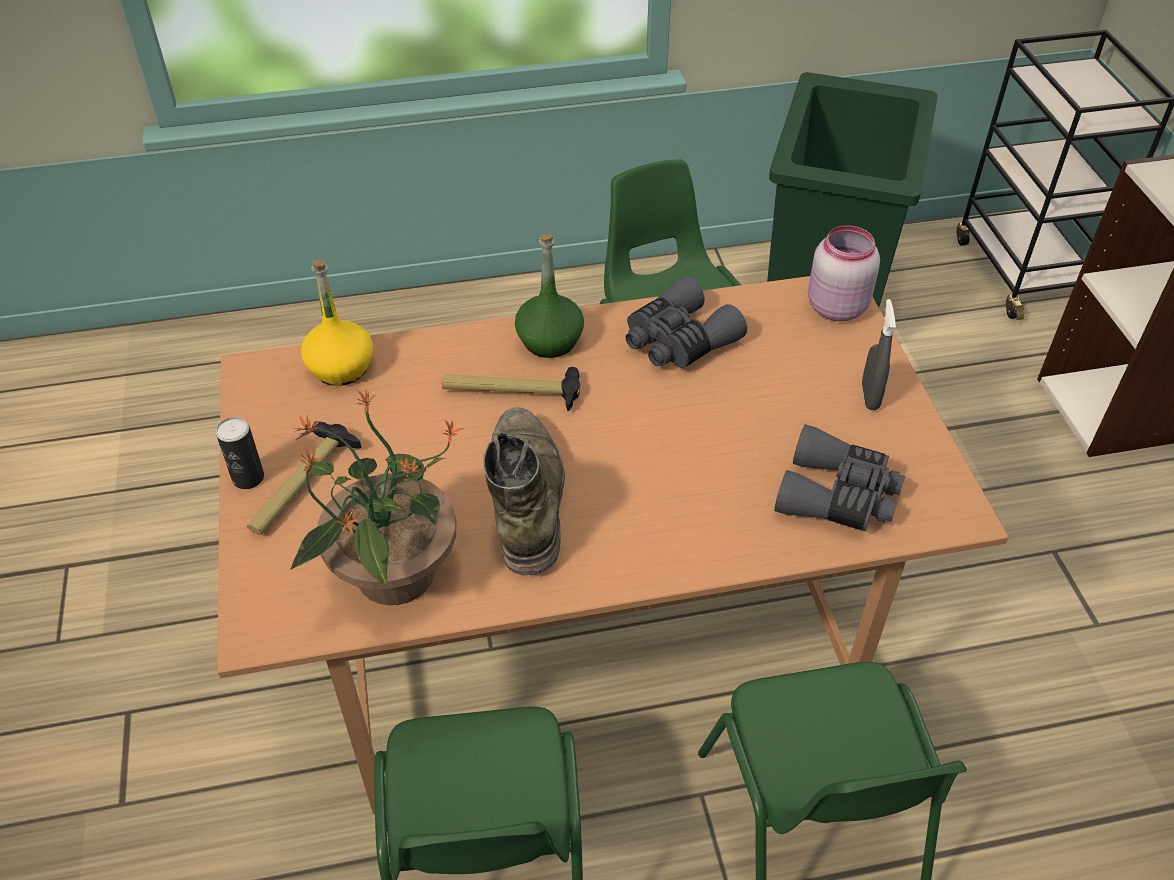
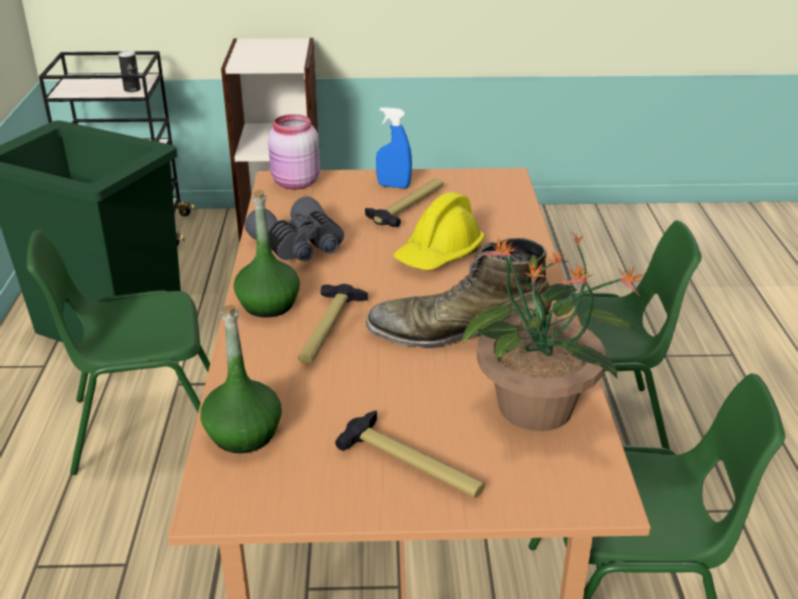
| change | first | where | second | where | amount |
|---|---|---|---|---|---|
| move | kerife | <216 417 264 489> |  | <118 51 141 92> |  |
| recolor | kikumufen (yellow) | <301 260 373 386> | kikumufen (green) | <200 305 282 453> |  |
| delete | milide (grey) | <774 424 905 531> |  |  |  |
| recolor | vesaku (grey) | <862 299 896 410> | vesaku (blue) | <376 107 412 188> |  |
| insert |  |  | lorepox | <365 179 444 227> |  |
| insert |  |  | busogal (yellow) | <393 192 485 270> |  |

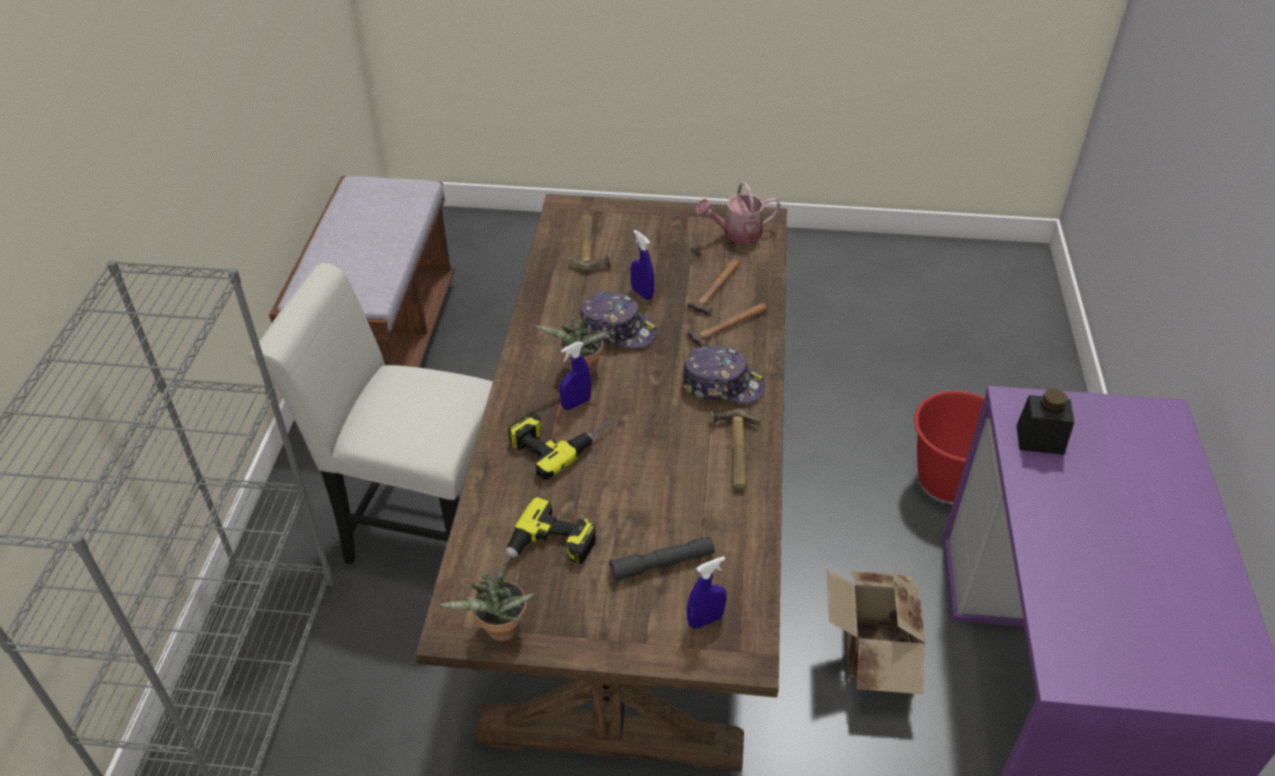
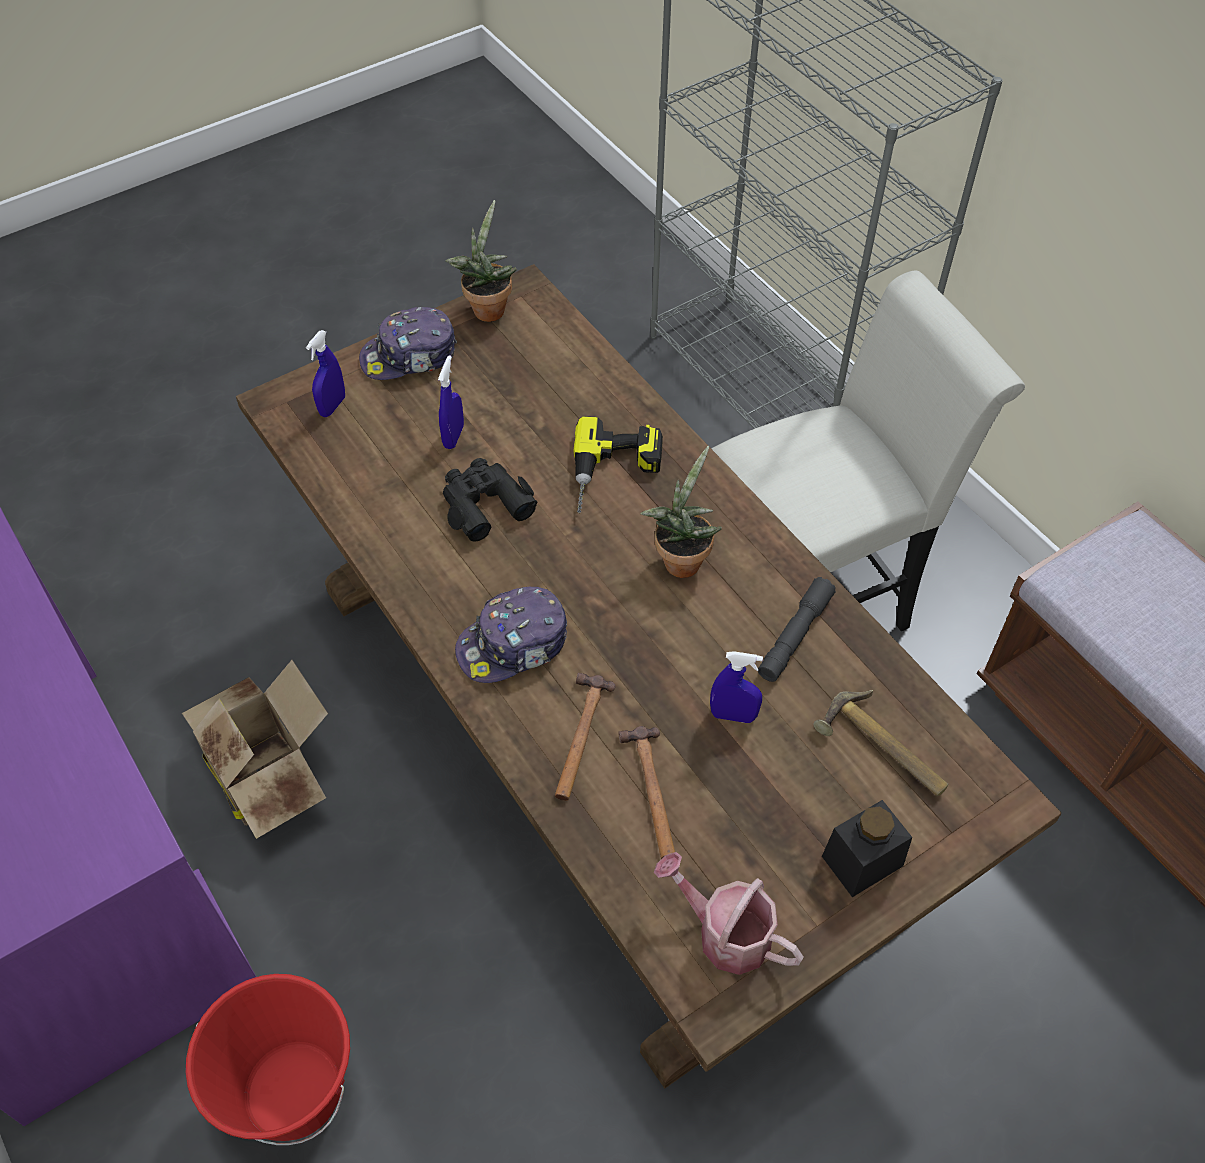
| change | first | where | second | where | amount |
|---|---|---|---|---|---|
| delete | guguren | <493 497 596 580> |  |  |  |
| move | vesaku (blue) | <560 342 591 410> |  | <438 355 464 449> |  |
| move | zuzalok | <580 292 657 349> |  | <359 307 457 380> |  |
| move | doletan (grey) | <609 537 714 581> |  | <758 577 836 682> |  |
| rotate | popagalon | <696 182 781 243> |  | <654 852 804 975> | 90 degrees counterclockwise |
| delete | lorepox | <709 409 760 489> |  |  |  |
| move | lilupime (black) | <1017 389 1074 455> |  | <822 800 912 897> |  |
| insert |  |  | milide (black) | <443 458 537 542> |  |

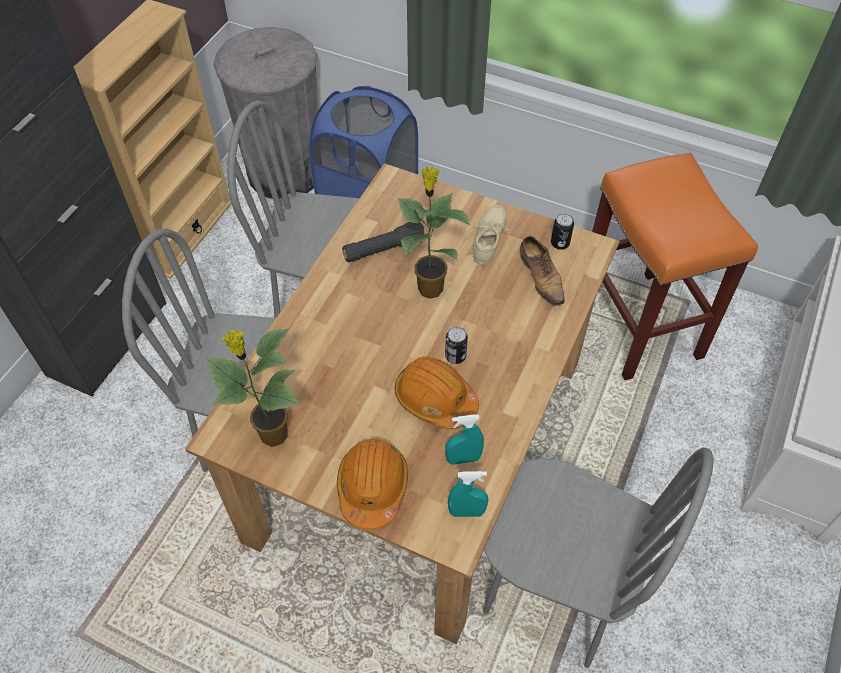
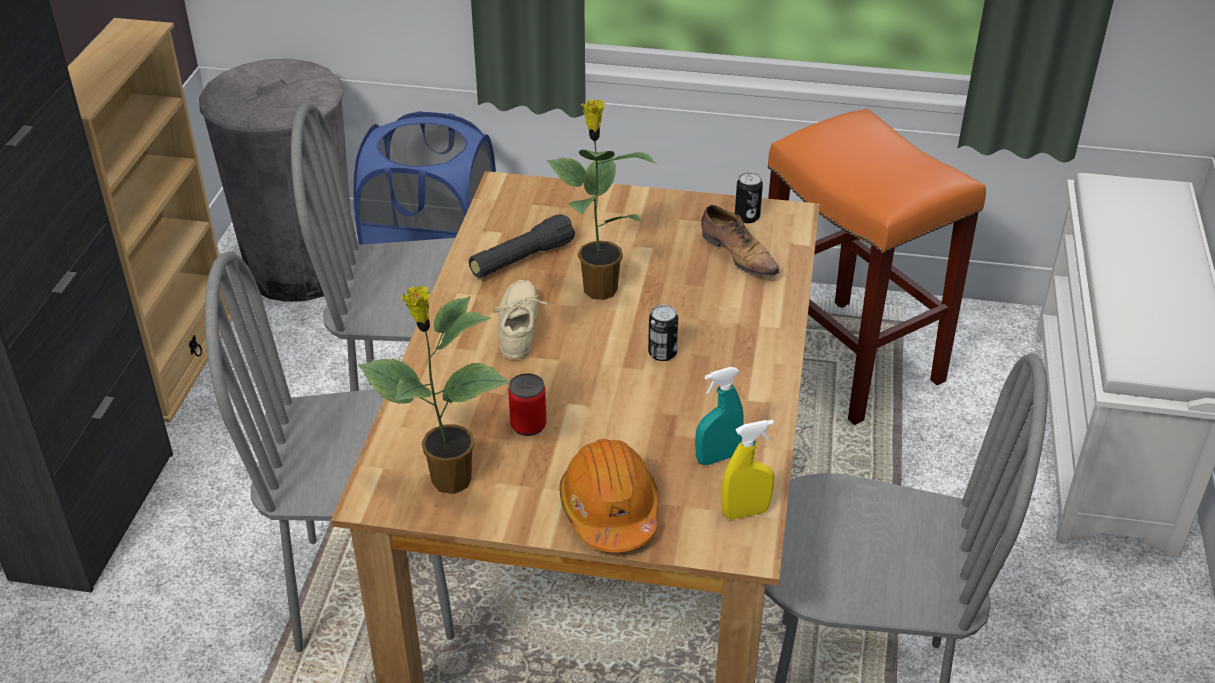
| change | first | where | second | where | amount |
|---|---|---|---|---|---|
| delete | busogal (orange) | <394 357 479 429> |  |  |  |
| recolor | vesaku (turquoise) | <448 471 489 517> | vesaku (yellow) | <721 420 774 519> |  |
| move | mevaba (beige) | <473 205 511 265> |  | <493 280 549 360> |  |
| insert |  |  | kerife | <508 373 546 436> |  |

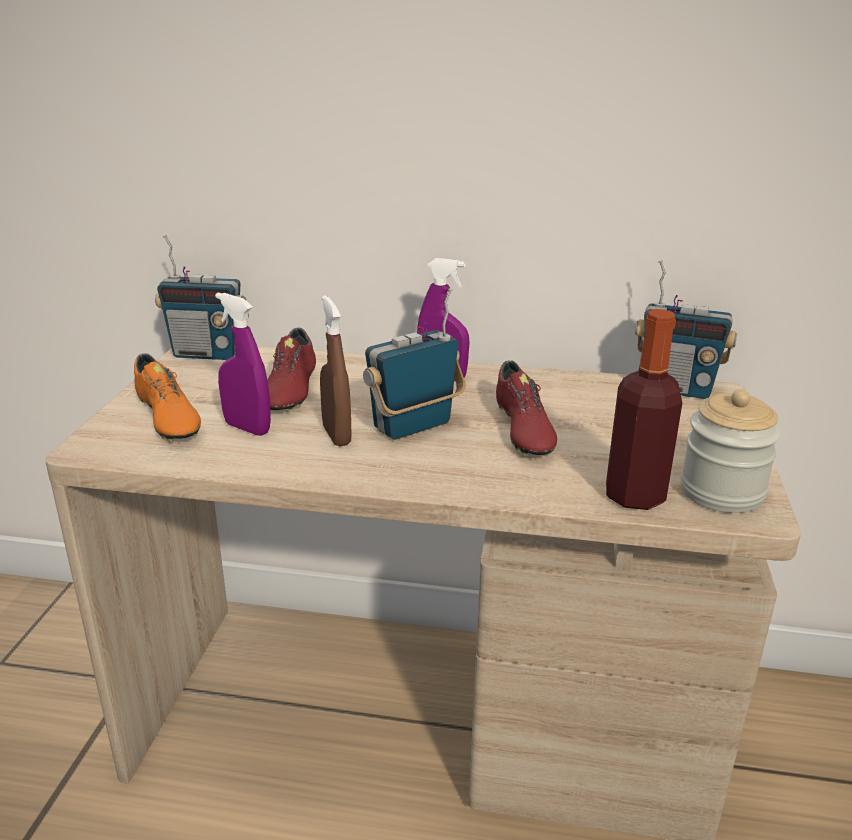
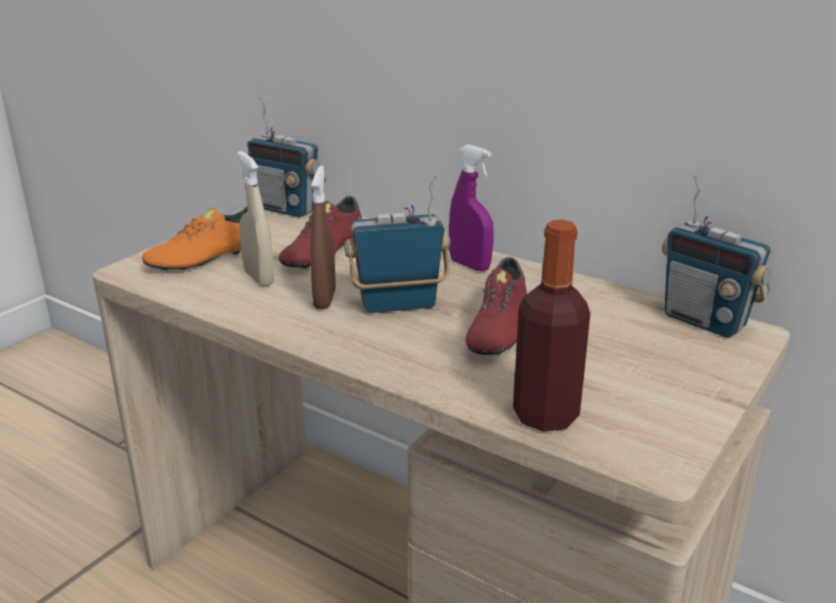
| change | first | where | second | where | amount |
|---|---|---|---|---|---|
| rotate | mevaba (orange) | <134 353 201 441> |  | <142 207 247 272> | 60 degrees clockwise |
| recolor | vesaku (purple) | <215 292 271 436> | vesaku (beige) | <237 151 274 287> |  |
| delete | lilupime | <680 390 781 513> |  |  |  |

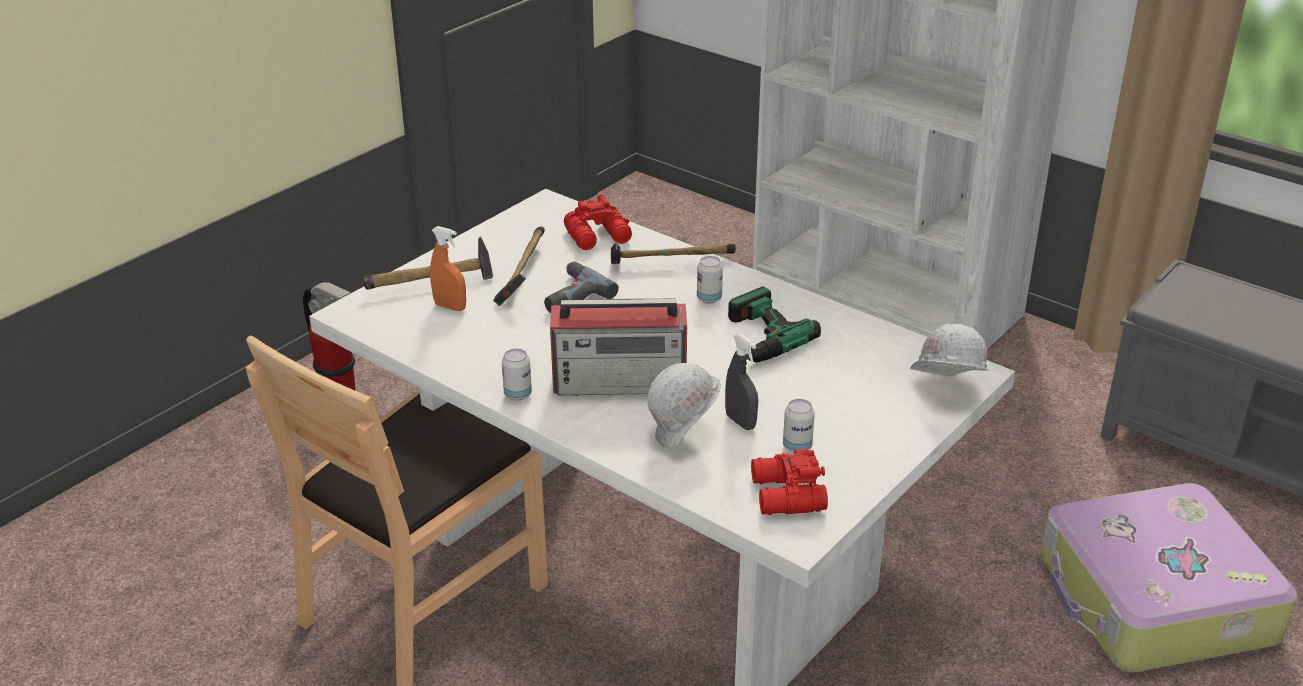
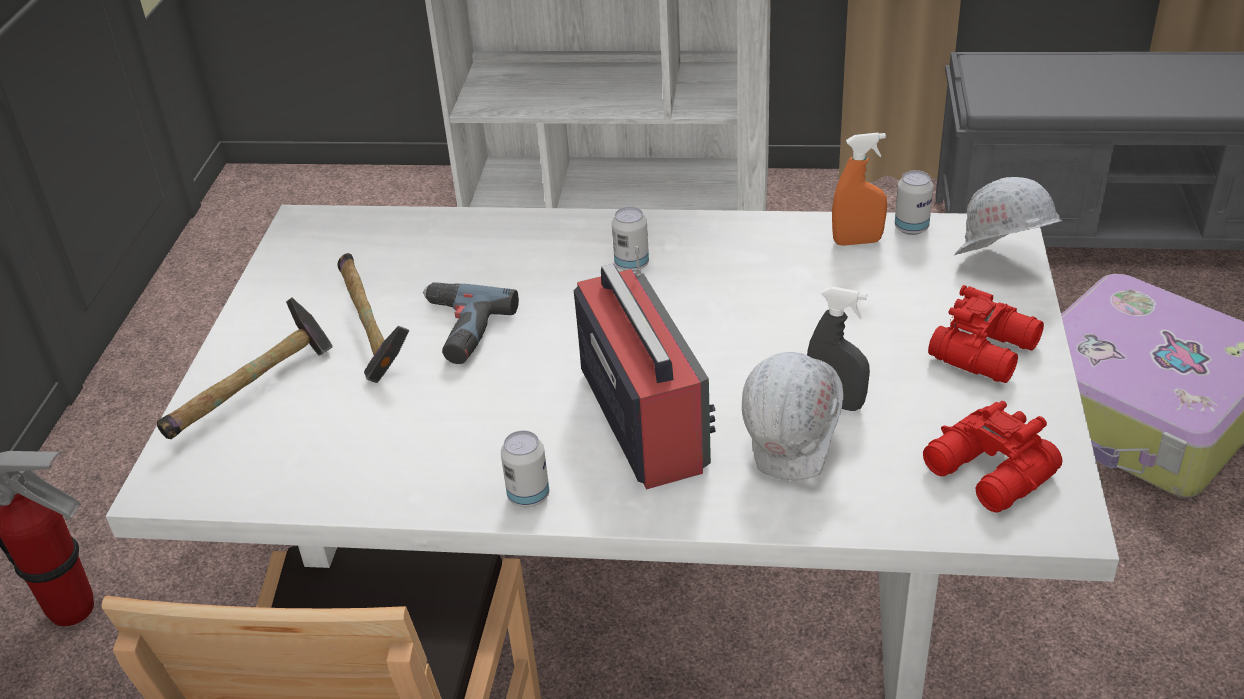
| change | first | where | second | where | amount |
|---|---|---|---|---|---|
| move | vesaku (orange) | <430 226 466 311> |  | <832 133 887 246> |  |
| rotate | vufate | <550 299 687 396> |  | <574 246 716 490> | 75 degrees counterclockwise |
| move | milide (red) | <564 195 632 250> |  | <928 285 1044 383> |  |
| delete | lorepox | <611 243 736 264> |  |  |  |
| delete | guguren | <728 286 821 363> |  |  |  |
| move | kerife | <783 399 815 453> |  | <895 170 933 235> |  |

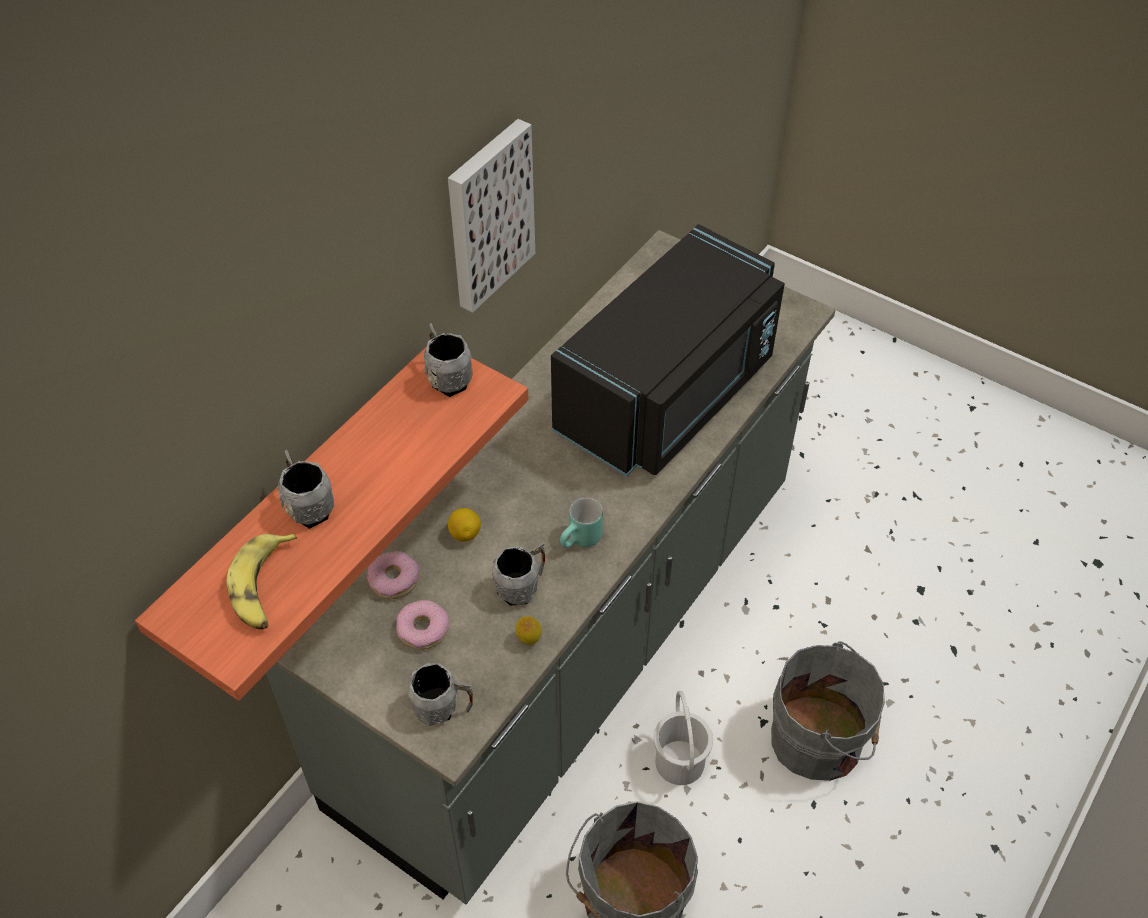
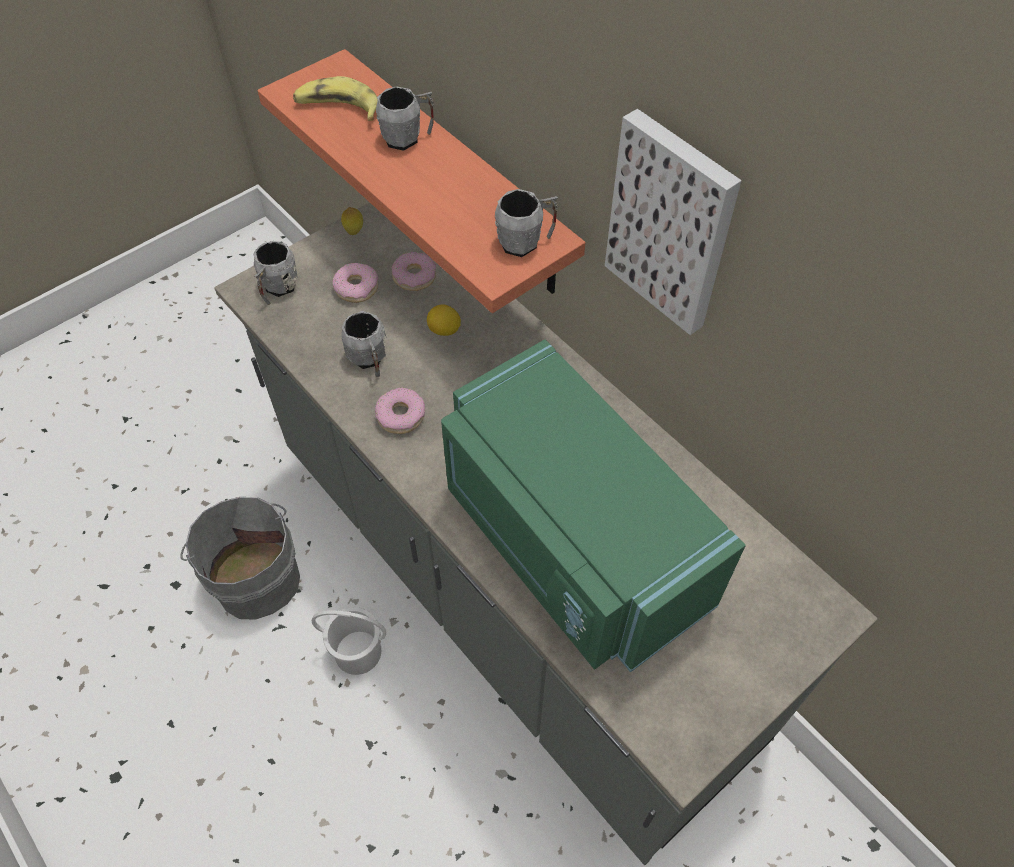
| change | first | where | second | where | amount |
|---|---|---|---|---|---|
| move | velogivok | <515 616 542 645> |  | <341 207 363 235> |  |
| recolor | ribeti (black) | <551 224 785 476> | ribeti (green) | <441 339 746 672> |  |
| replace | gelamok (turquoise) | <560 498 603 548> | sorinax | <375 388 425 434> |  |
| delete | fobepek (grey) | <771 641 885 781> |  |  |  |

